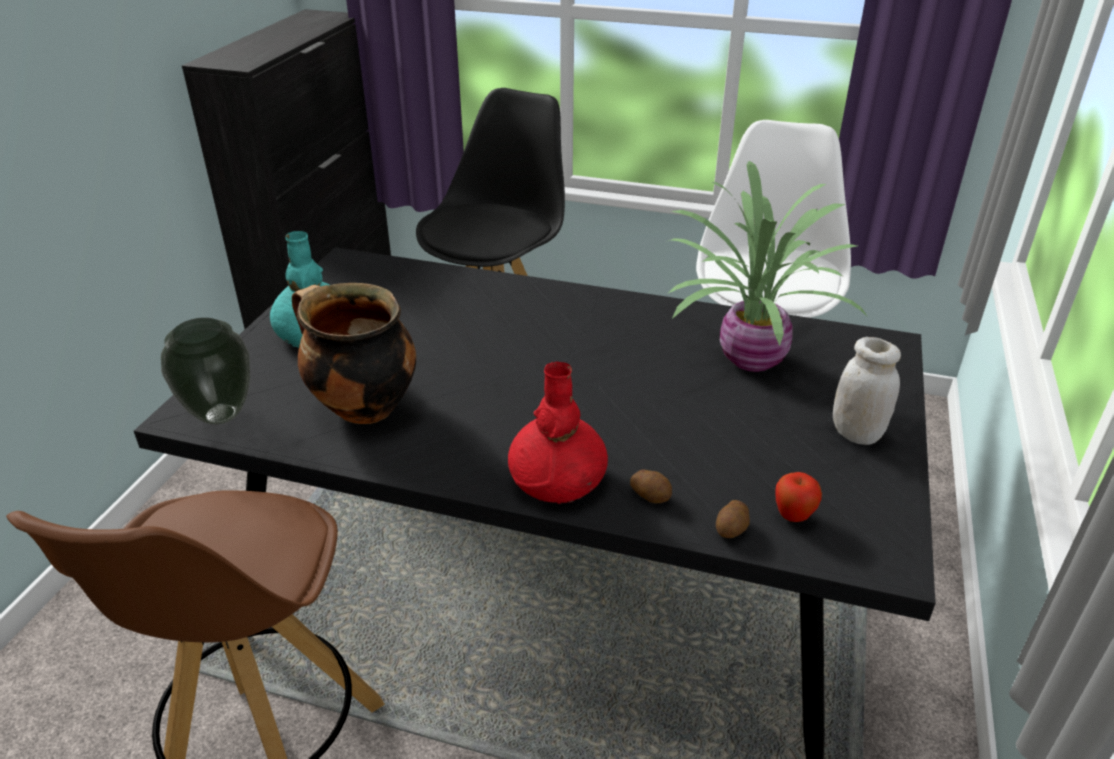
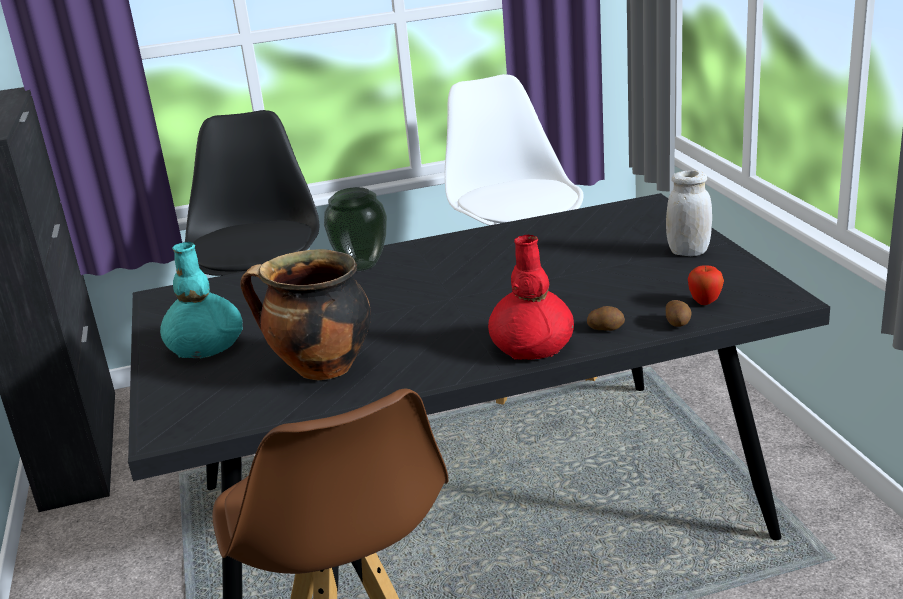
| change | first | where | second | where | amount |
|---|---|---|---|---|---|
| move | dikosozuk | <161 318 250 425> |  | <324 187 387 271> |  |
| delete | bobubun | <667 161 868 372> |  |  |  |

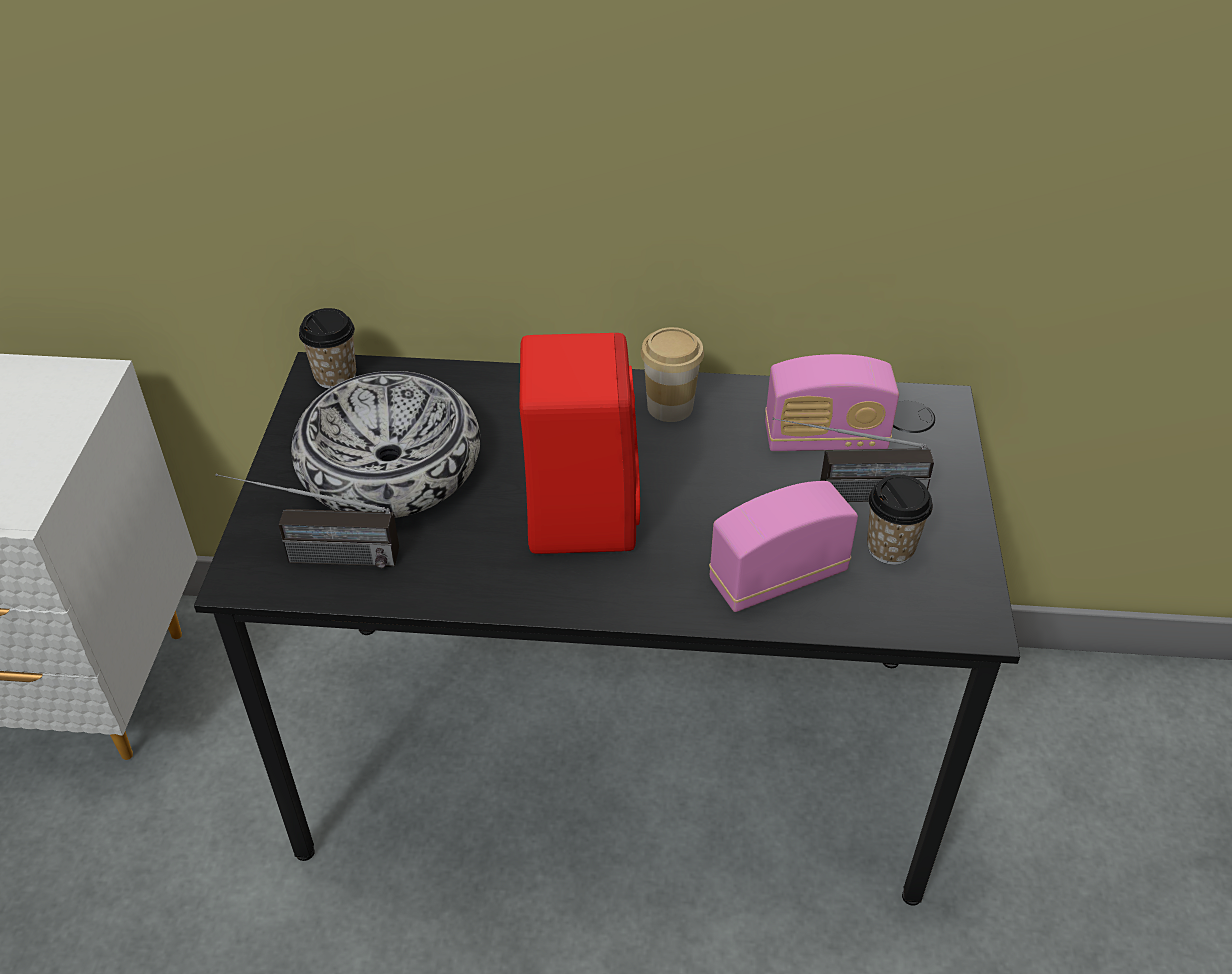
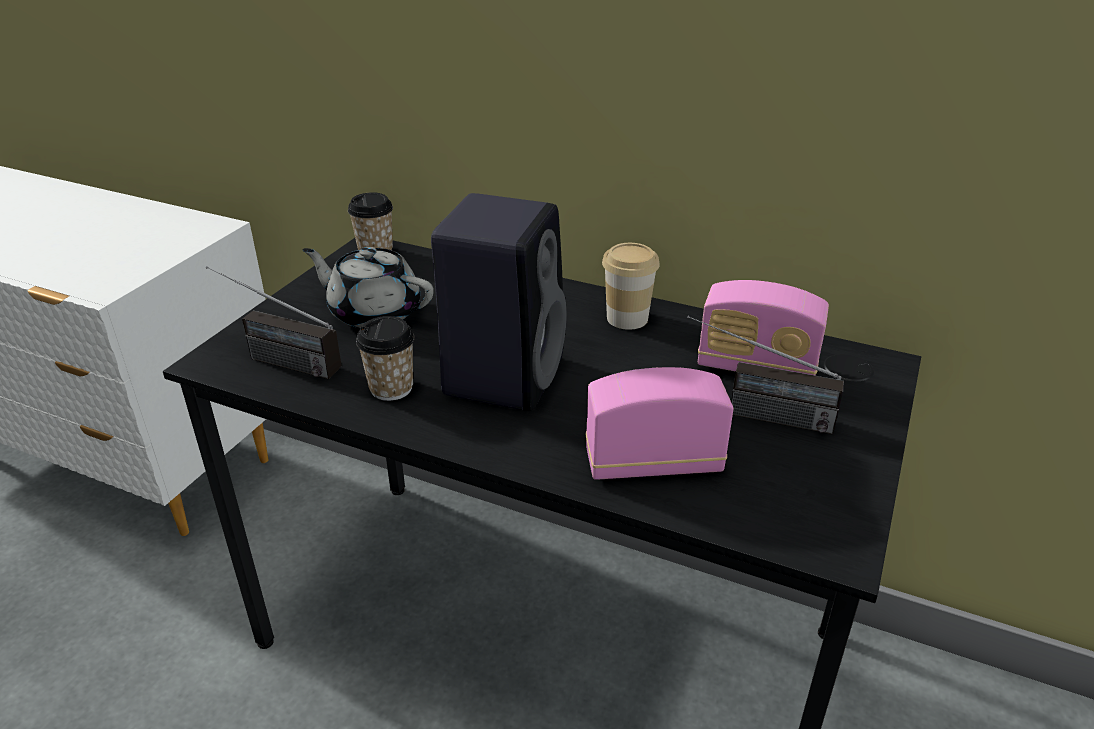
| change | first | where | second | where | amount |
|---|---|---|---|---|---|
| replace | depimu | <291 371 480 518> | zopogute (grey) | <302 247 434 329> |  |
| recolor | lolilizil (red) | <519 333 640 554> | lolilizil (black) | <431 193 567 411> |  |
| move | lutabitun | <867 475 933 565> |  | <356 316 414 401> |  |

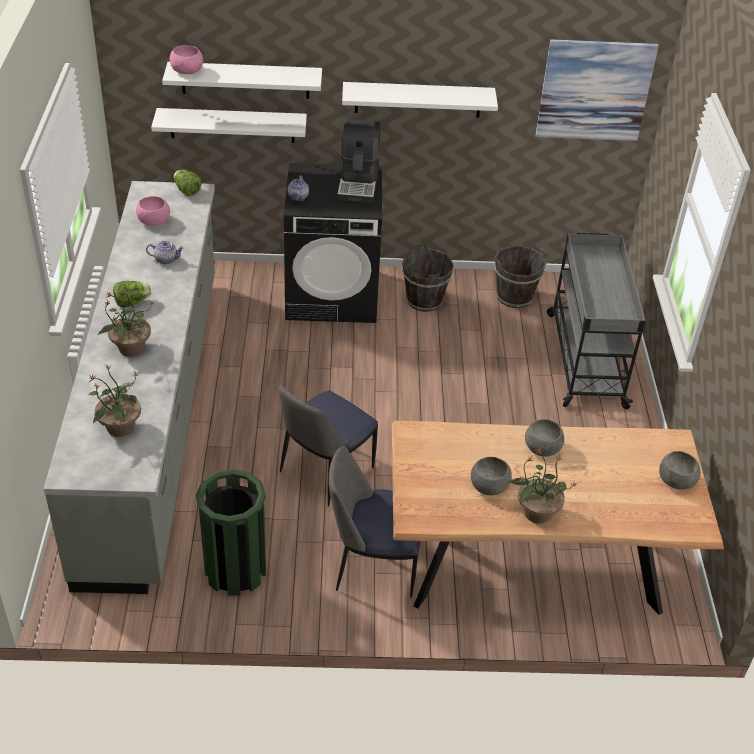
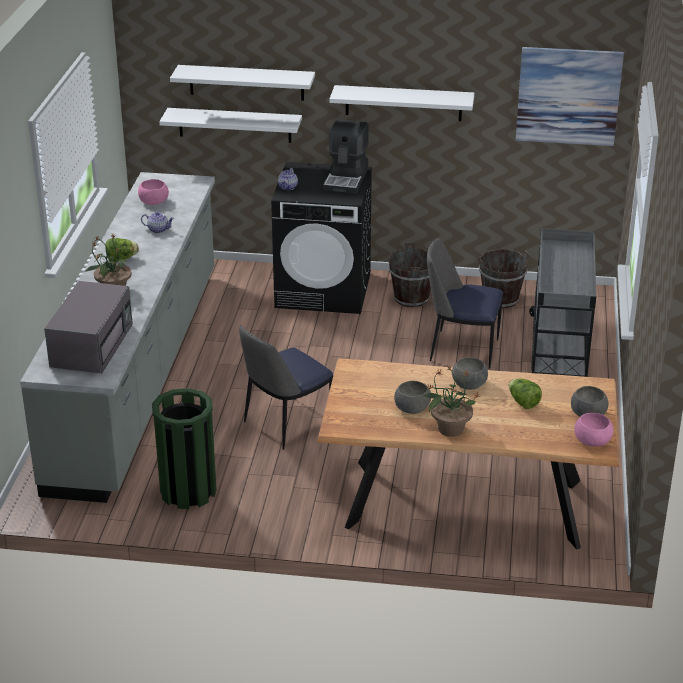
| change | first | where | second | where | amount |
|---|---|---|---|---|---|
| replace | bobubun | <89 365 141 437> | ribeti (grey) | <44 281 133 374> |  |
| move | depimu (pink) | <170 45 203 74> |  | <575 413 613 447> |  |
| move | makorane | <174 170 201 196> |  | <509 378 542 409> |  |
| move | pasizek | <329 446 420 598> |  | <427 238 503 369> |  |

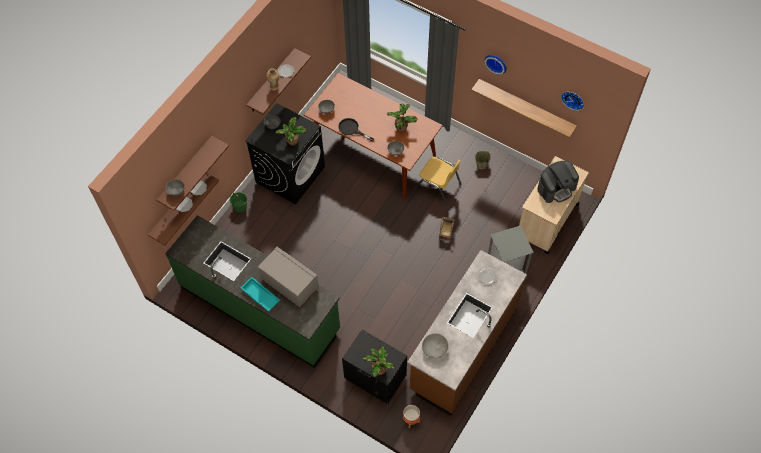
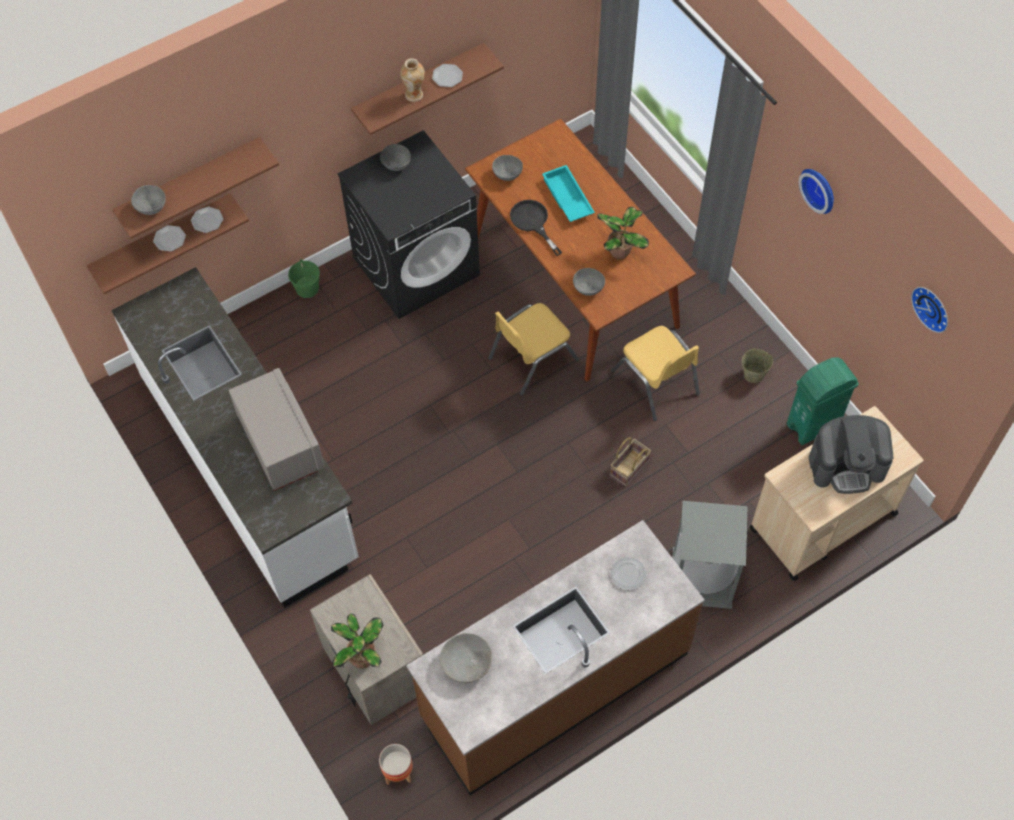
| change | first | where | second | where | amount |
|---|---|---|---|---|---|
| recolor | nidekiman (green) | <165 215 340 368> | nidekiman (white) | <111 267 359 608> |  |
| move | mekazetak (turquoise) | <241 277 280 312> |  | <542 165 595 222> |  |
| delete | bobubun | <275 117 307 146> |  |  |  |
| recolor | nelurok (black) | <342 329 407 404> | nelurok (beige) | <310 574 423 725> |  |
| delete | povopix | <471 79 577 138> |  |  |  |
| insert |  |  | pasizek (yellow) | <488 303 579 396> |  |
| insert |  |  | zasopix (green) | <786 357 859 445> |  |

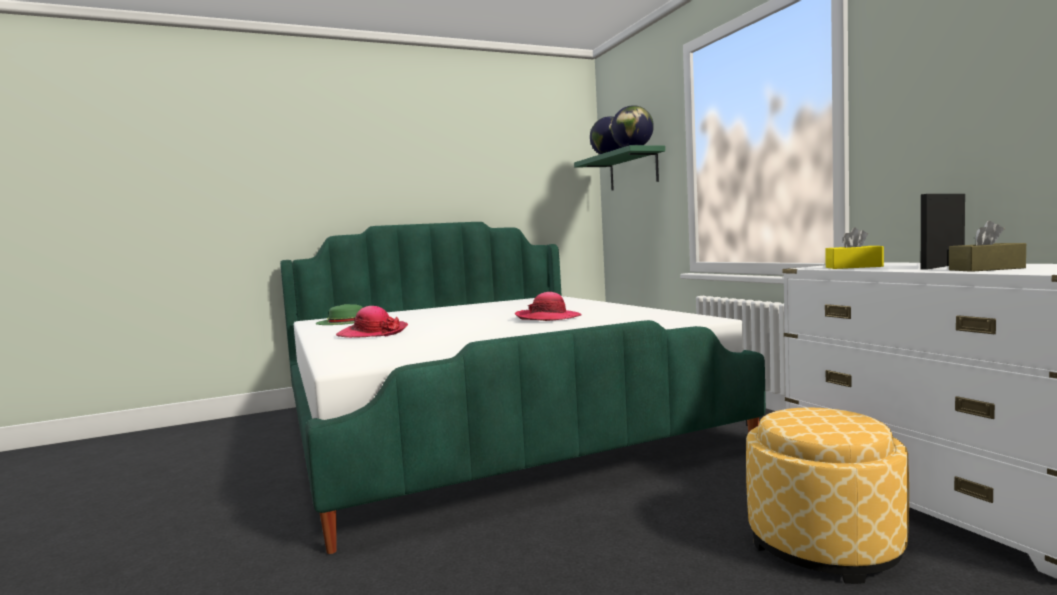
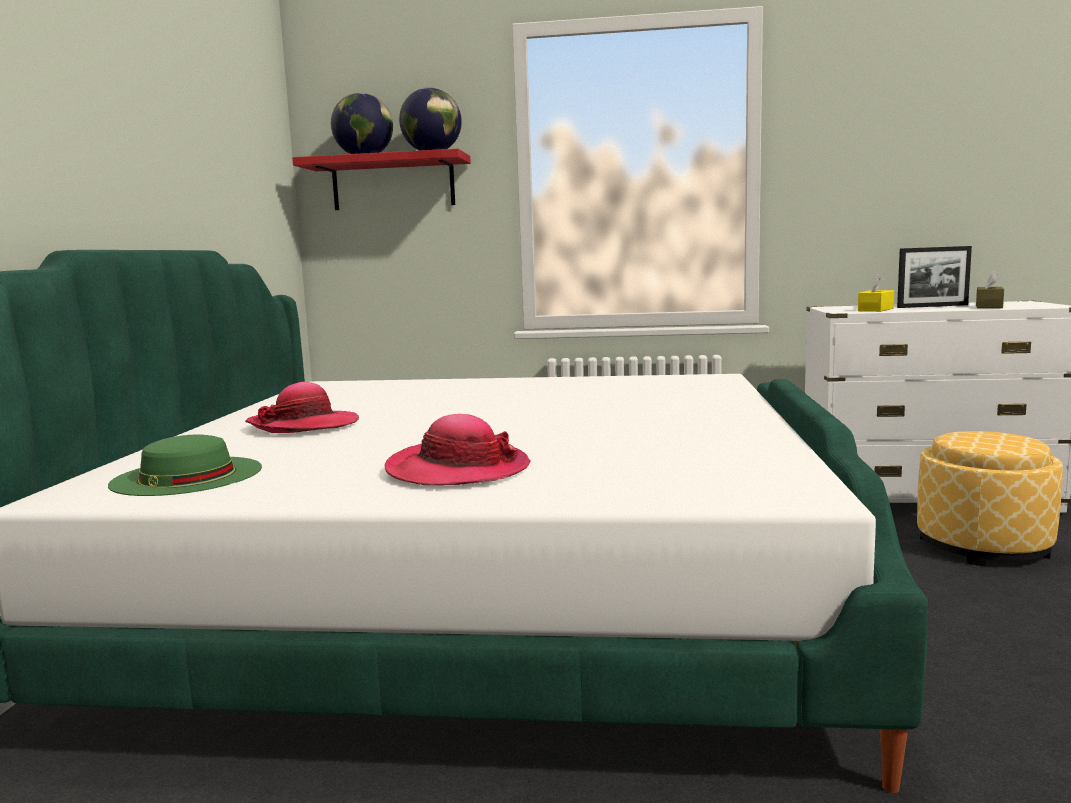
| change | first | where | second | where | amount |
|---|---|---|---|---|---|
| move | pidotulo | <515 292 581 321> |  | <245 382 359 433> |  |
| recolor | povopix (green) | <574 145 665 191> | povopix (red) | <292 149 471 210> |  |
| rotate | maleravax | <921 194 965 270> |  | <897 246 972 308> | 90 degrees counterclockwise |

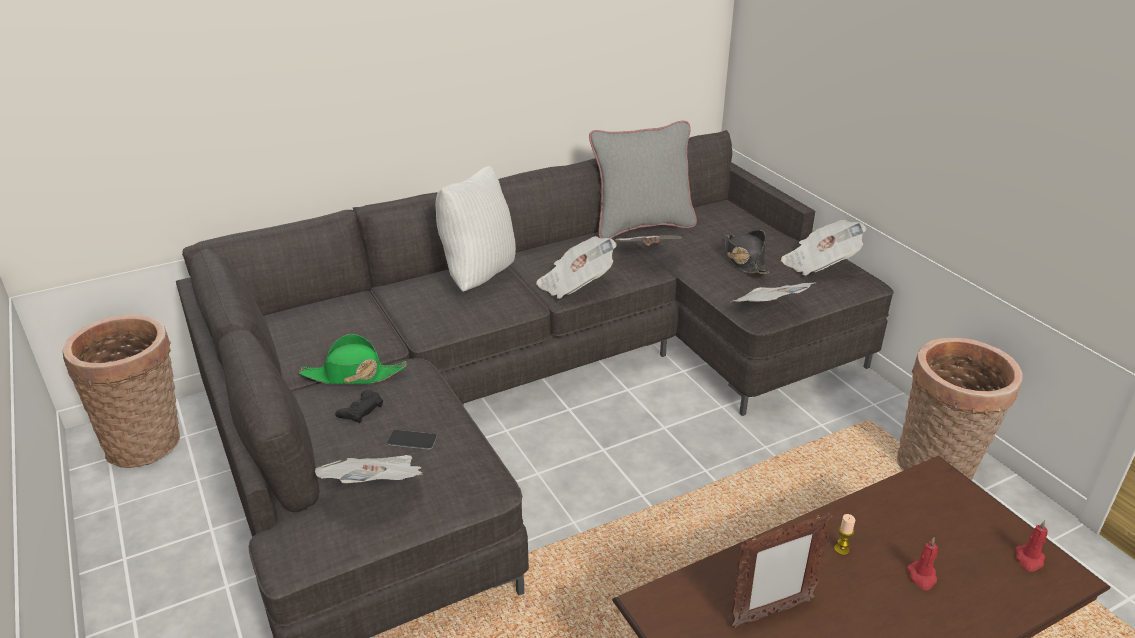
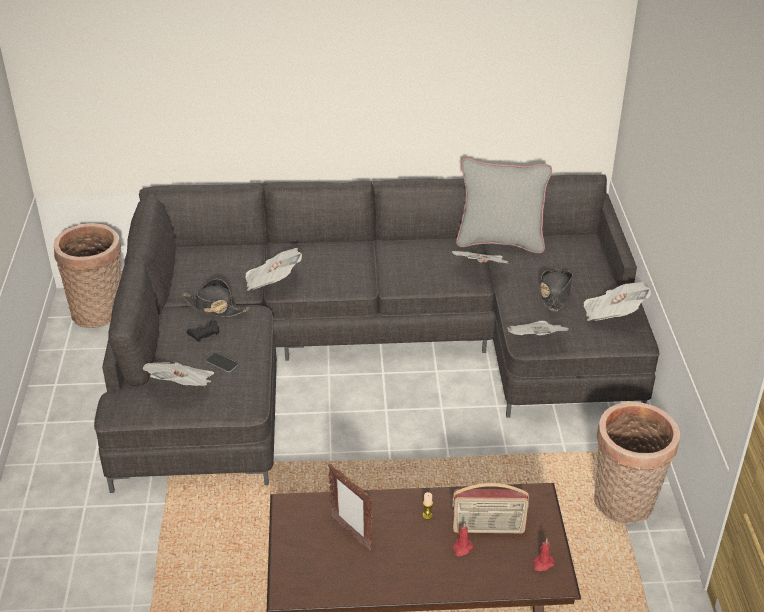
| change | first | where | second | where | amount |
|---|---|---|---|---|---|
| recolor | pidotulo (green) | <299 334 407 384> | pidotulo (black) | <181 279 249 317> |  |
| delete | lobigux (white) | <436 166 516 292> |  |  |  |
| move | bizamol | <536 236 617 299> |  | <245 248 302 291> |  |
| rotate | maleravax | <730 512 833 628> |  | <328 464 373 551> | 45 degrees clockwise |
| insert |  |  | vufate | <452 483 529 533> |  |

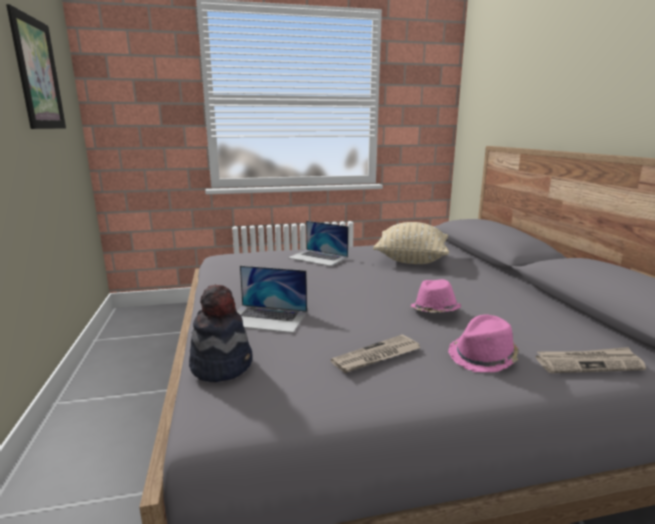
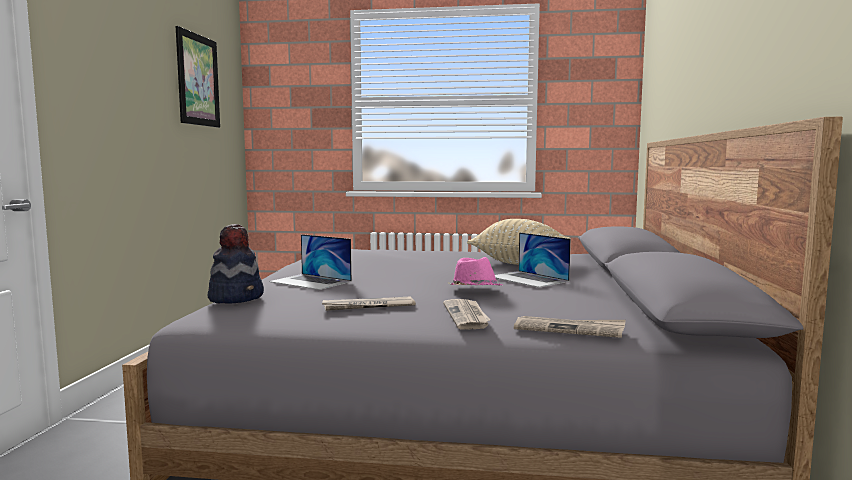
| change | first | where | second | where | amount |
|---|---|---|---|---|---|
| move | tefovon | <288 221 348 266> |  | <495 232 571 288> |  |
| replace | pidotulo (pink) | <448 314 518 372> | bizamol | <443 299 491 330> |  |

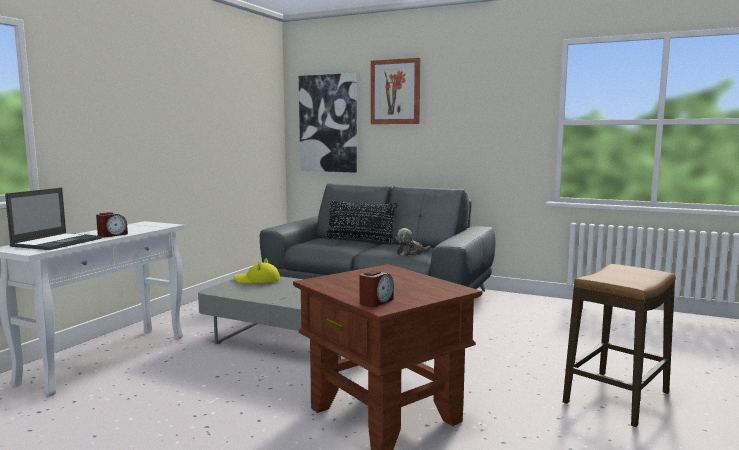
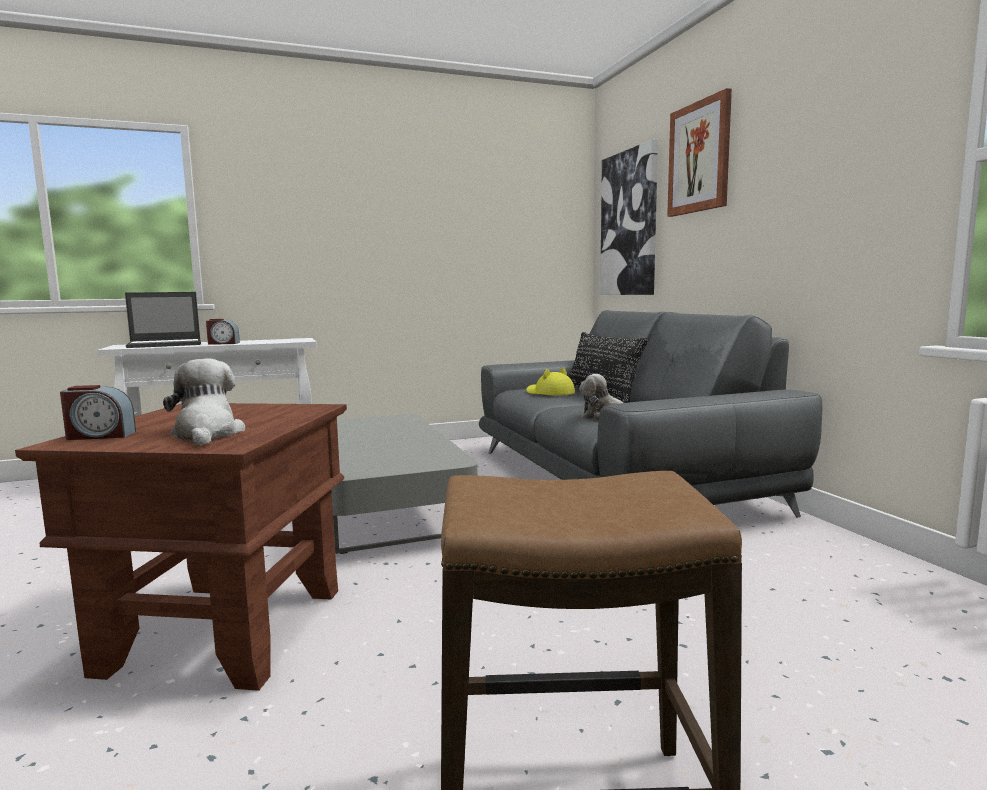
| change | first | where | second | where | amount |
|---|---|---|---|---|---|
| move | pidotulo (yellow) | <234 258 280 283> |  | <526 367 575 396> |  |
| insert |  |  | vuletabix | <163 358 245 445> |  |

